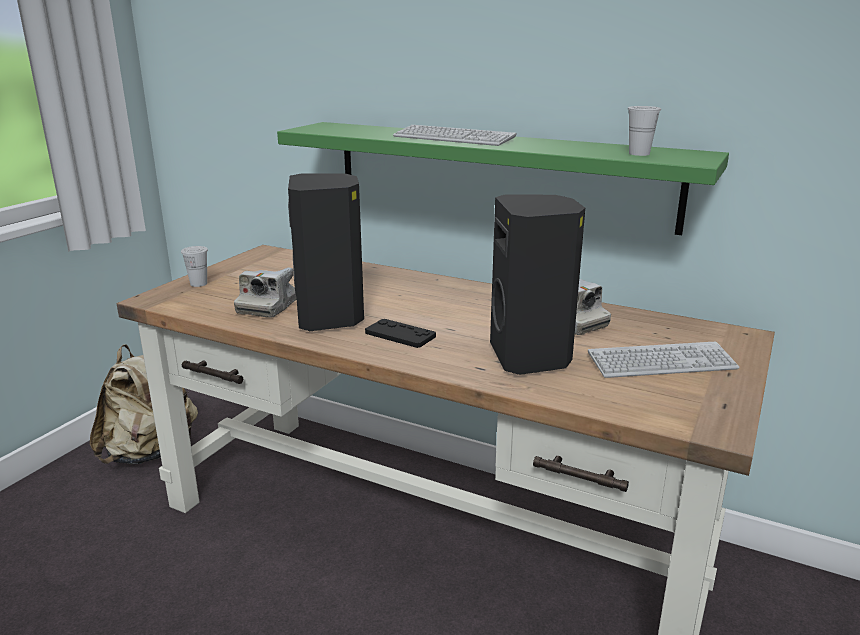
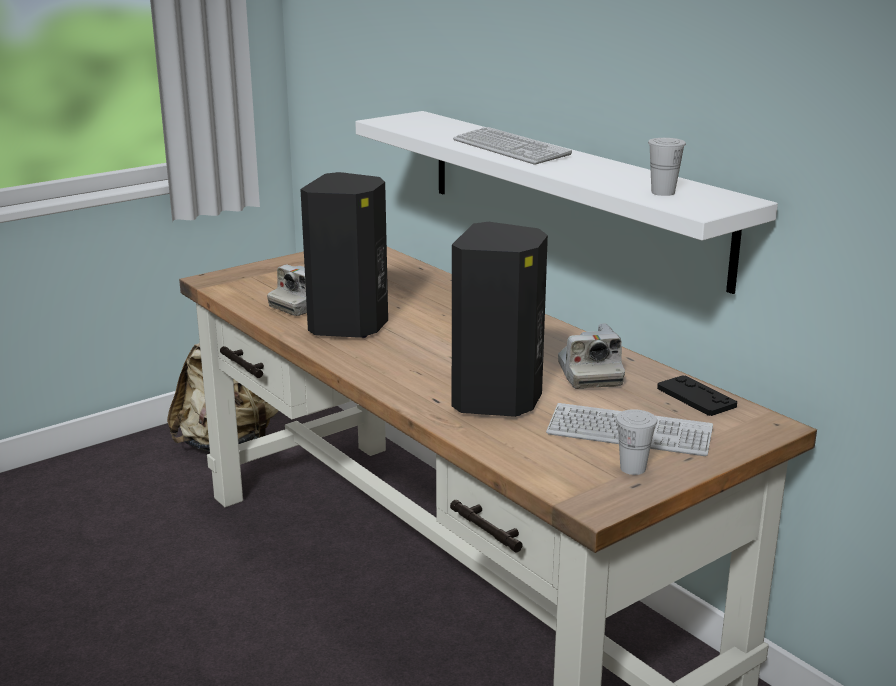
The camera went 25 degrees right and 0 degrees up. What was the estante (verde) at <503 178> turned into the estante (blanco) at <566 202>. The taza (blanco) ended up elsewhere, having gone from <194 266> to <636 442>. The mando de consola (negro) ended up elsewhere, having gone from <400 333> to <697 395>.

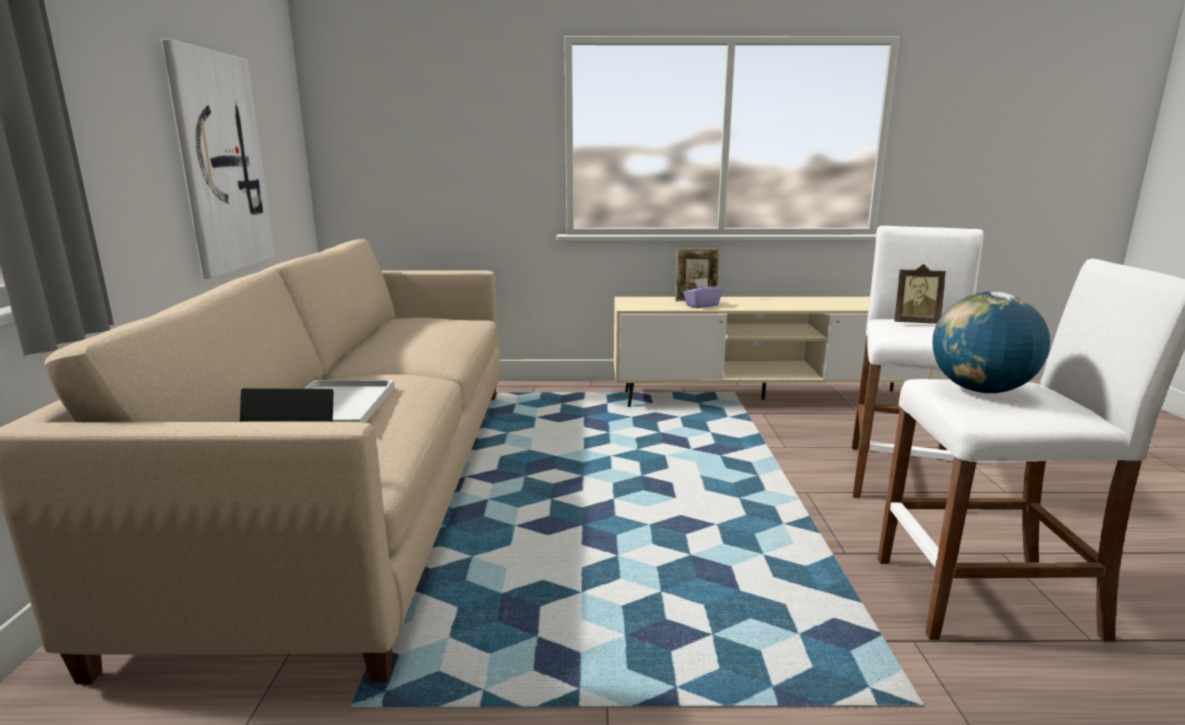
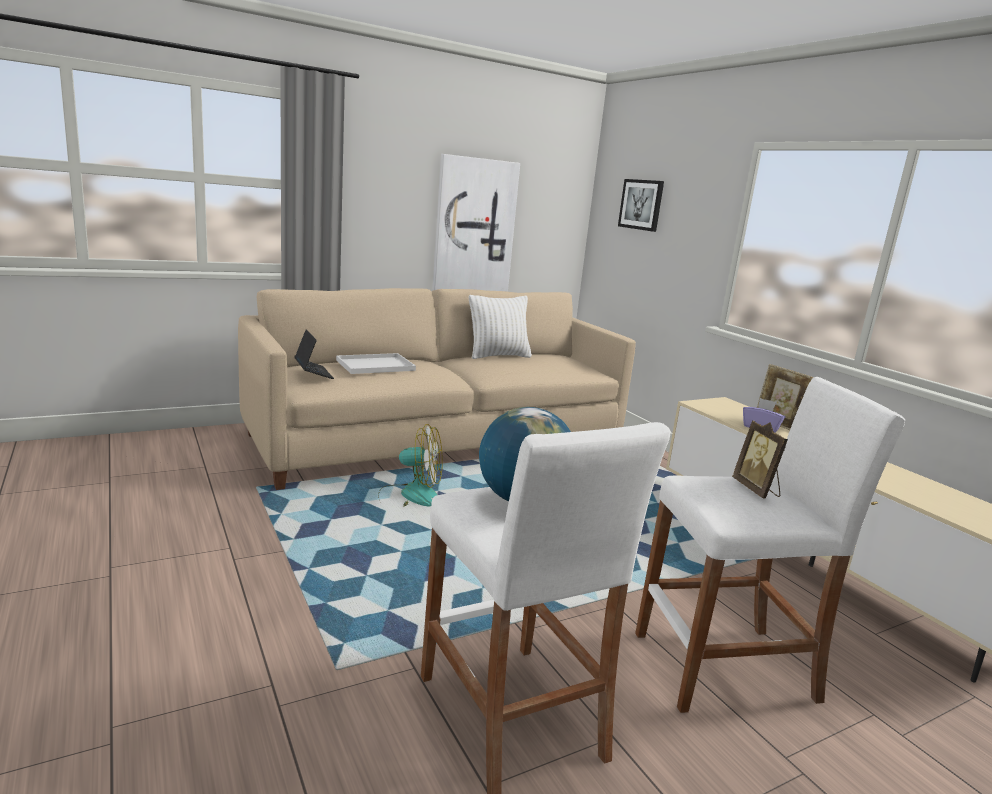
The camera went 60 degrees right and 0 degrees up. The second view gained the cuadro at <641 205>. The second view gained the cojín (blanco) at <500 327>. The second view gained the ventilador at <410 465>.

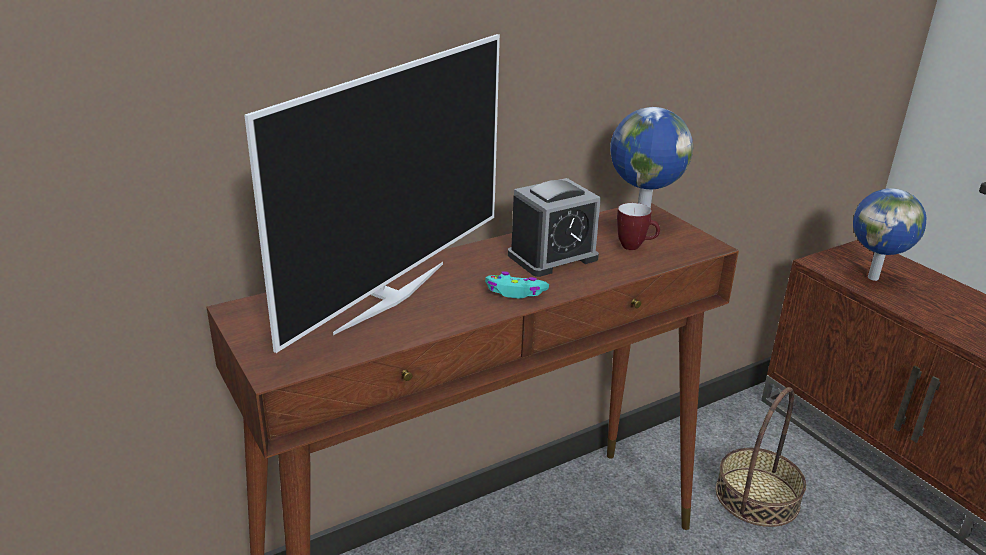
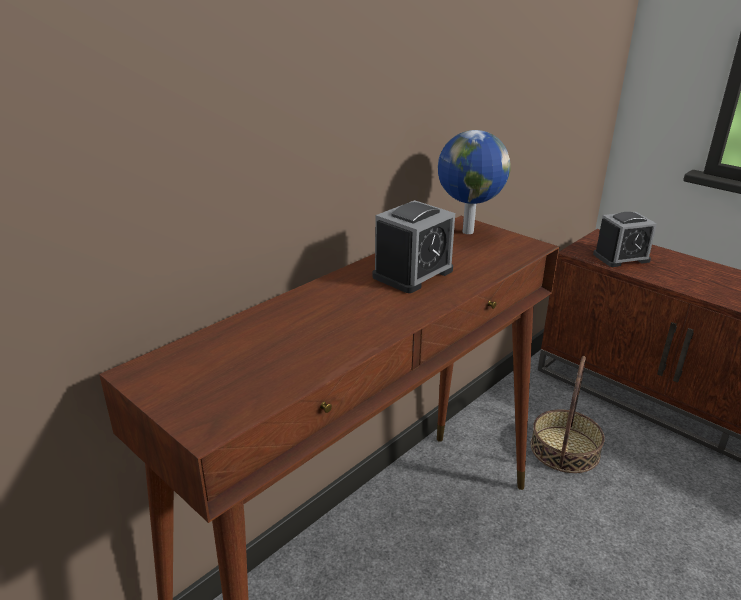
The camera went 15 degrees left and 0 degrees up. The second view lost the televisor at <372 193>. Where the globo terráqueo stood at <889 234>, the despertador came to stand at <625 239>. The second view lost the taza grande at <638 226>. The second view lost the mando de consola (turquesa) at <517 285>.

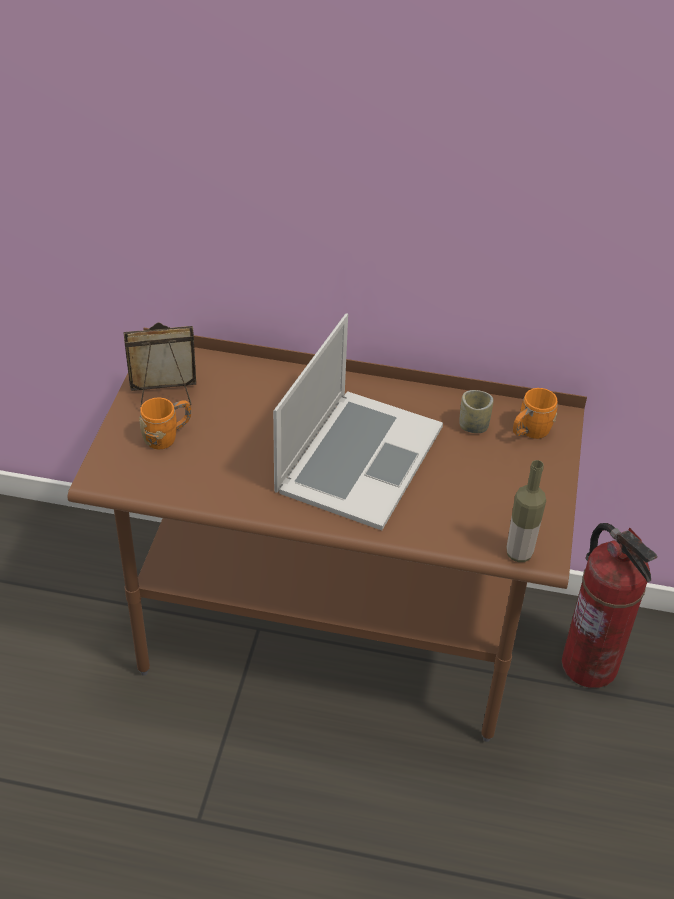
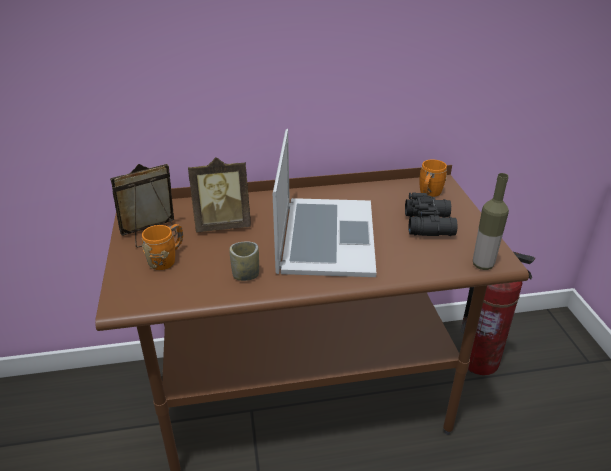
The camera went 20 degrees left and 10 degrees down. The taza ended up elsewhere, having gone from <476 411> to <244 261>. The second view gained the portarretratos at <219 194>. The second view gained the prismáticos (negro) at <431 214>.

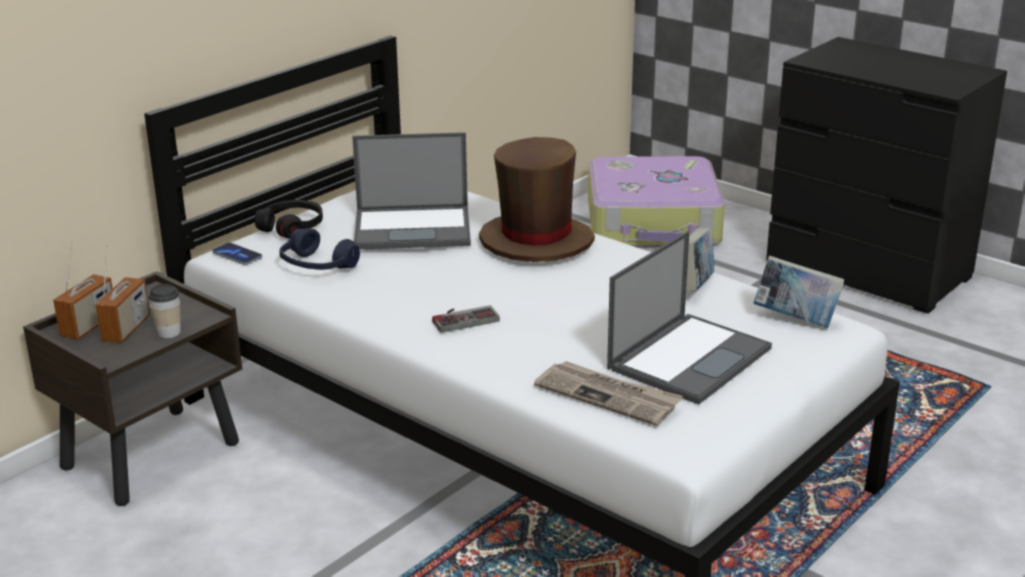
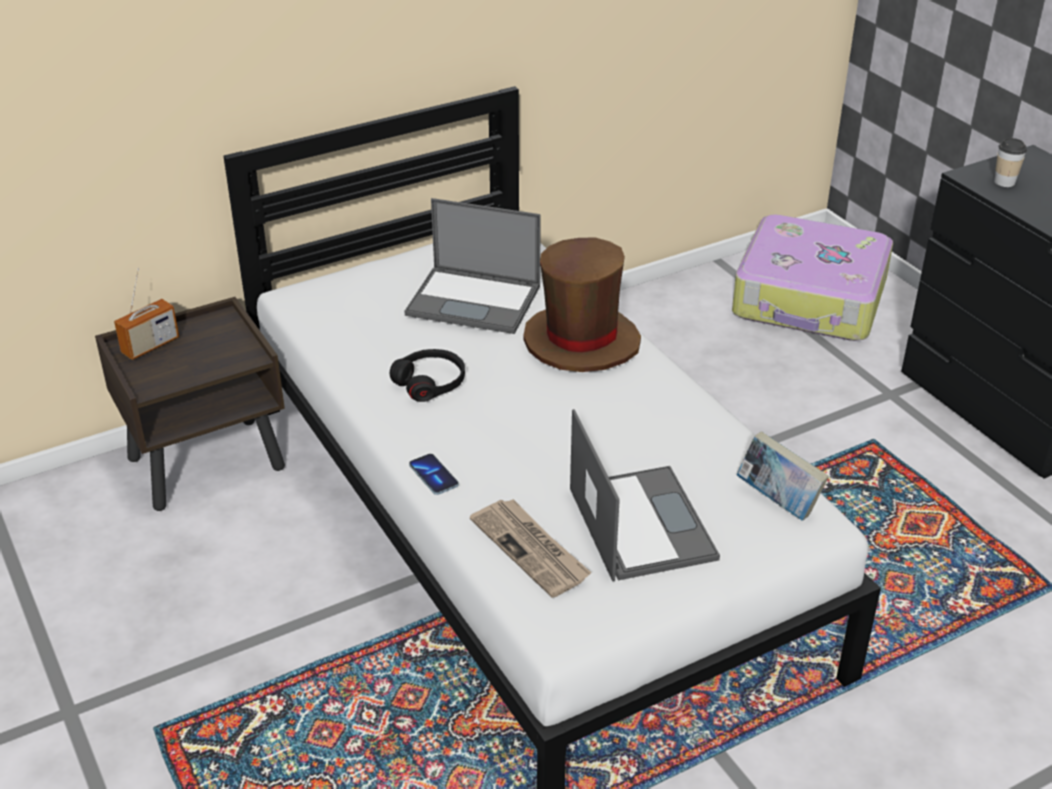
The camera went 20 degrees right and 10 degrees up. The auriculares (negro) ended up elsewhere, having gone from <289 219> to <427 375>. The second view lost the auriculares (azul) at <319 249>. The second view lost the libro at <700 260>. The portátil at <689 318> ended up facing another way, 75 degrees counterclockwise from before. The second view lost the radio at <122 293>. The móvil ended up elsewhere, having gone from <237 254> to <434 474>. The taza ended up elsewhere, having gone from <164 311> to <1010 162>. The second view lost the mando de consola at <466 319>.

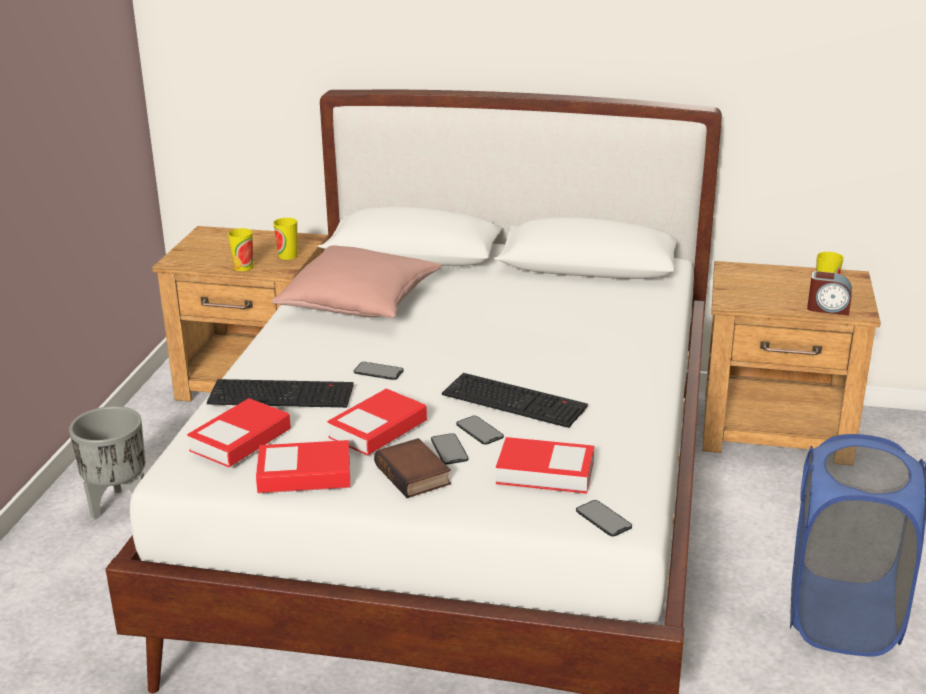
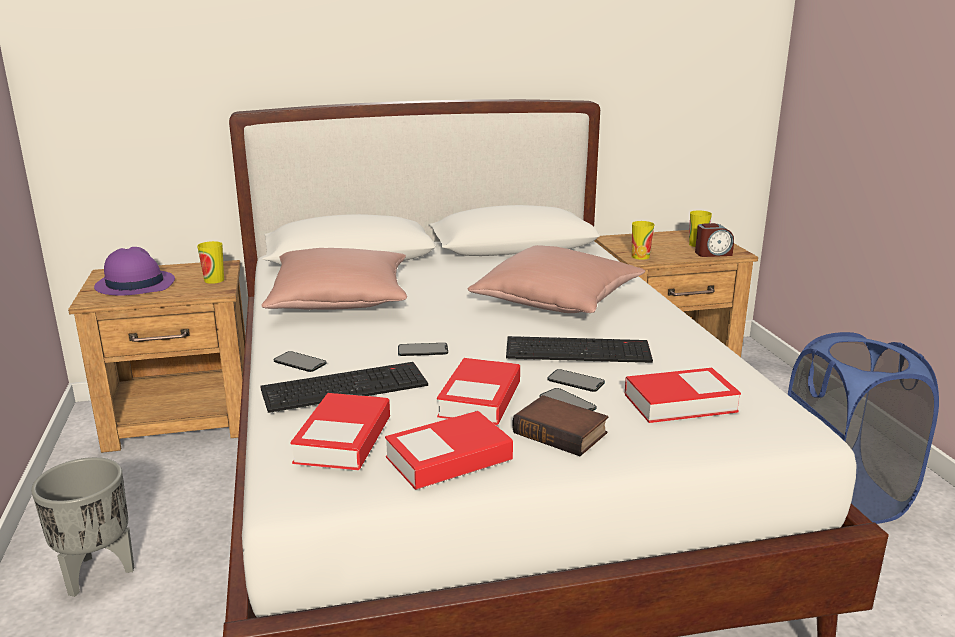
The camera went 25 degrees left and 5 degrees down. The taza ended up elsewhere, having gone from <240 249> to <643 240>. The móvil ended up elsewhere, having gone from <604 518> to <300 361>. The second view gained the cojín (rosa) at <556 279>. The second view gained the sombrero (morado) at <134 271>.

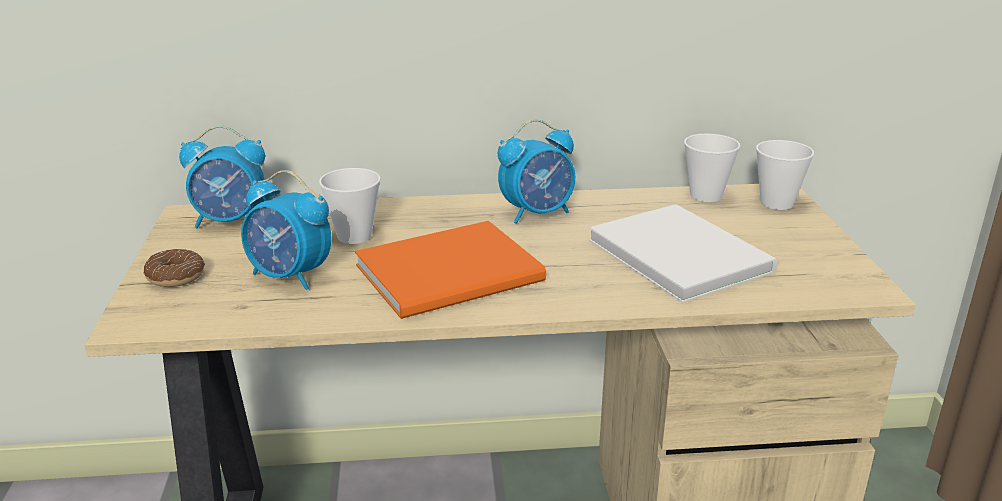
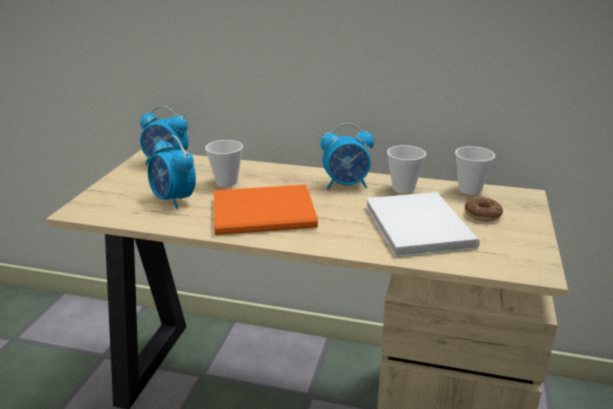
The camera went 20 degrees right and 0 degrees up. The taza ended up elsewhere, having gone from <785 175> to <406 169>. The rosquilla ended up elsewhere, having gone from <174 268> to <484 209>.

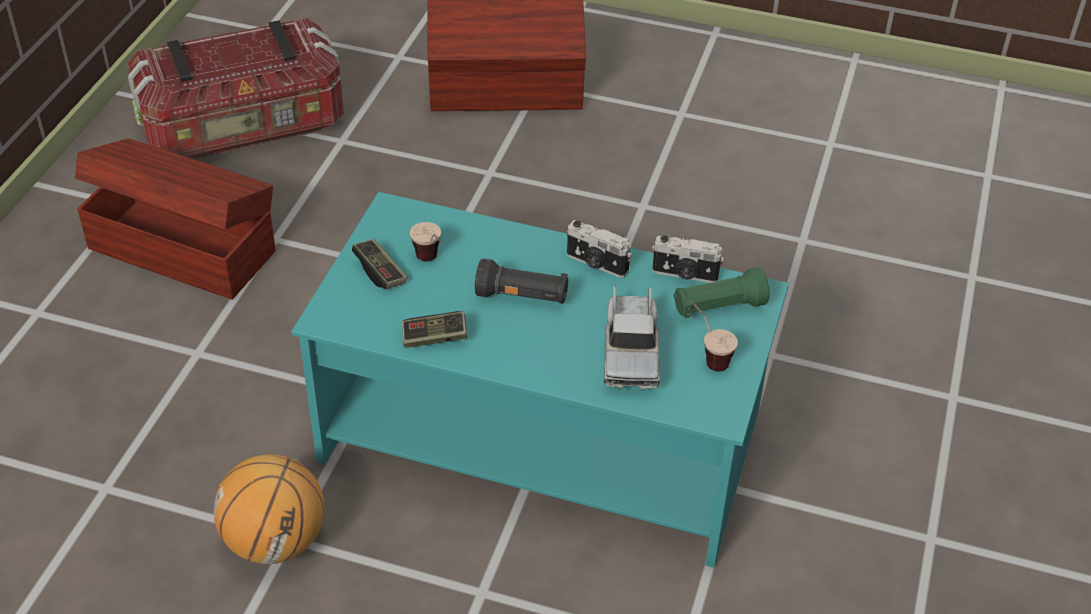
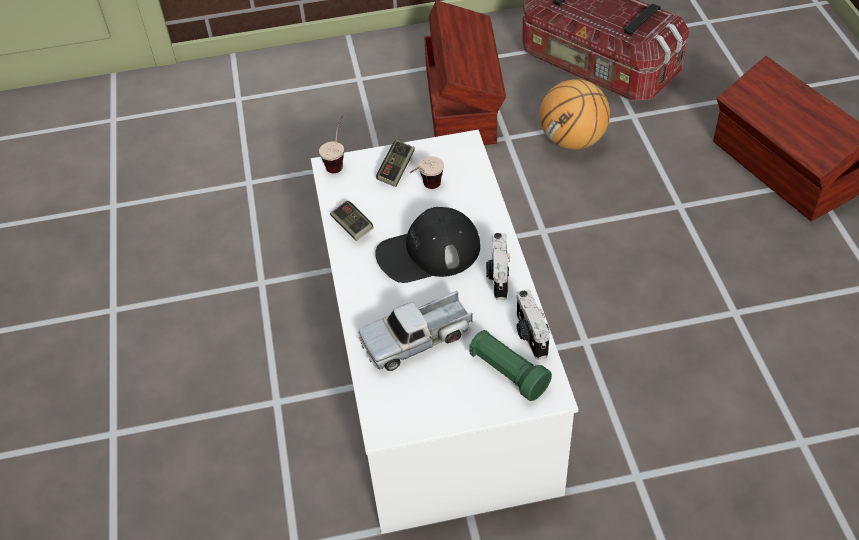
The camera went 65 degrees right and 5 degrees up. What was the mesa de centro (turquesa) at <540 380> turned into the mesa de centro (blanco) at <444 332>. Where the linterna (negro) stood at <521 281>, the gorra (negro) came to stand at <427 245>. The taza ended up elsewhere, having gone from <714 335> to <331 144>. The balón de baloncesto ended up elsewhere, having gone from <269 509> to <575 114>.

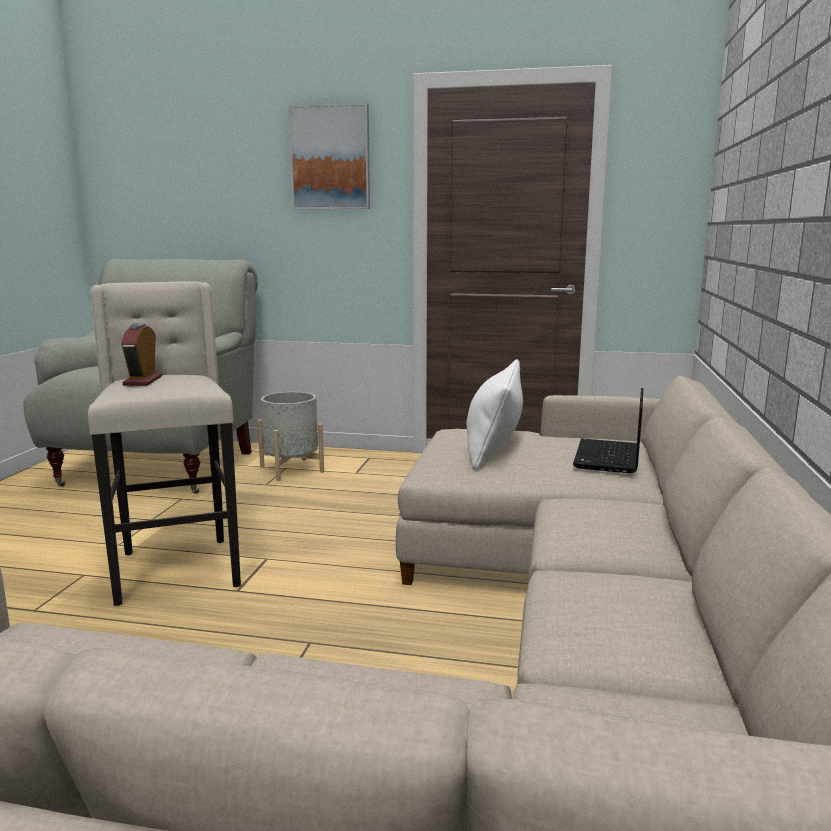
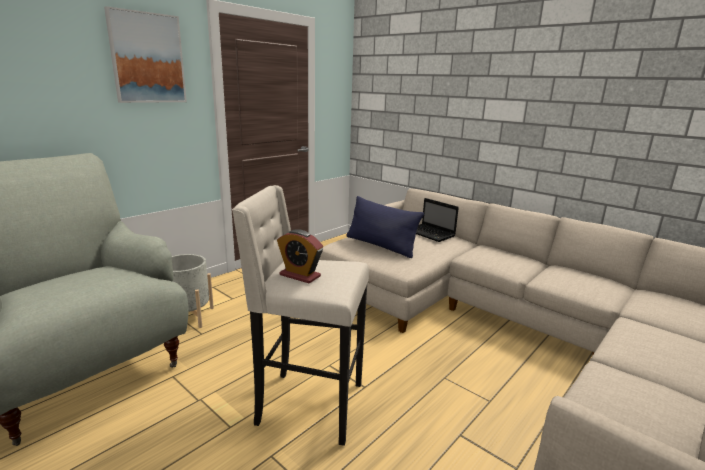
The camera went 60 degrees left and 5 degrees up. What was the cojín (blanco) at <495 414> turned into the cojín (azul) at <385 227>.

